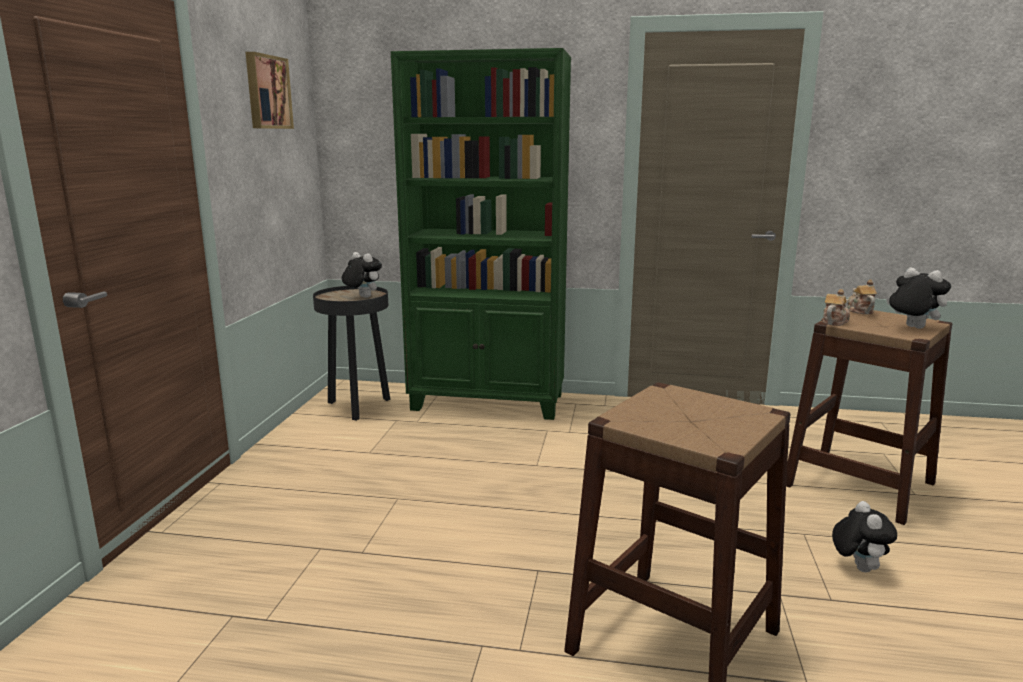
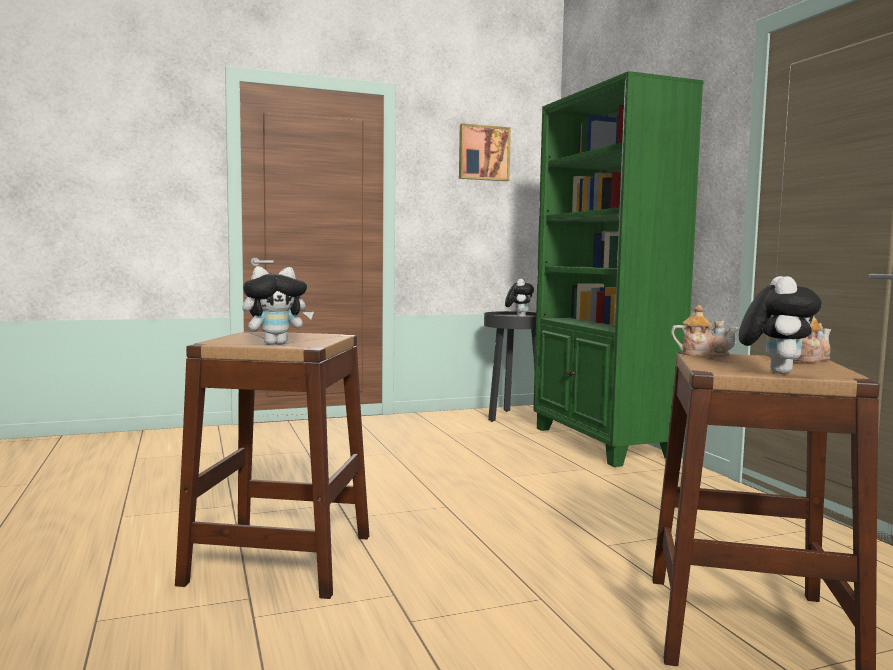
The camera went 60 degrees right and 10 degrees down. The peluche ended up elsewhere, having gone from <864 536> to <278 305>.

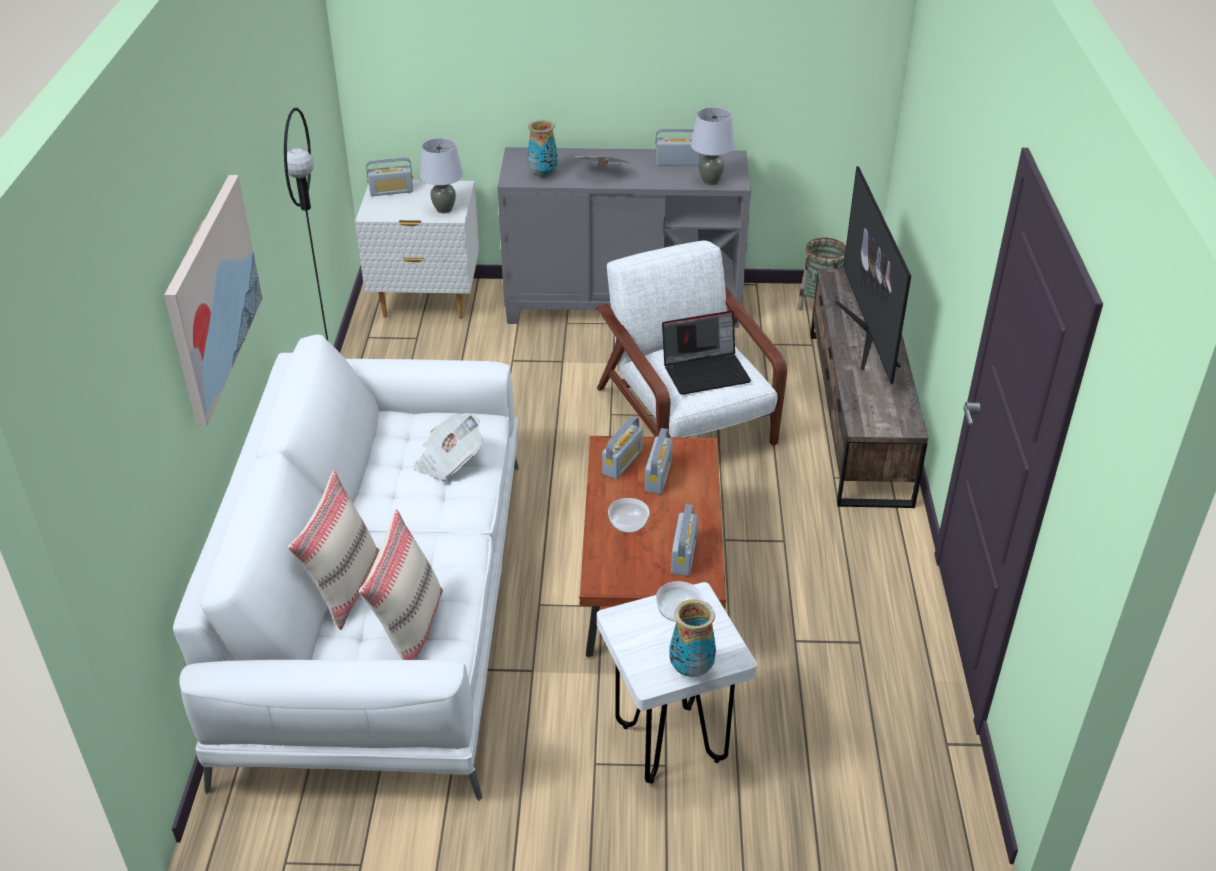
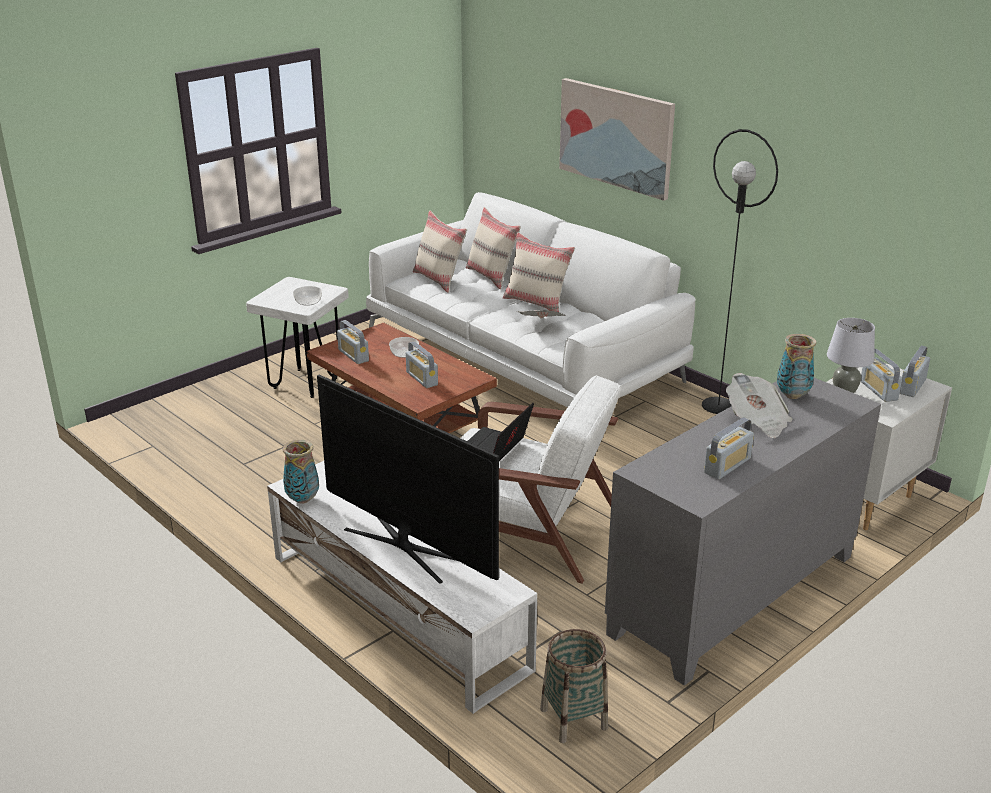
The camera went 135 degrees right and 10 degrees down. The second view lost the lámpara de mesa (gris) at <713 146>. What was the mueble de televisión (marrón) at <869 388> turned into the mueble de televisión (blanco) at <402 587>. The radio ended up elsewhere, having gone from <622 447> to <881 375>. The florero ended up elsewhere, having gone from <692 638> to <300 472>. The second view gained the cojín (beis) at <539 272>.

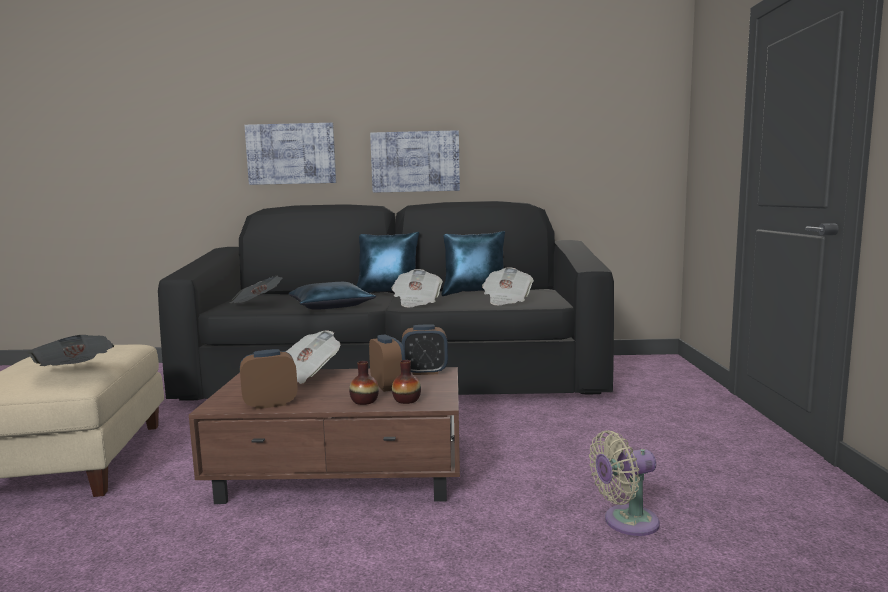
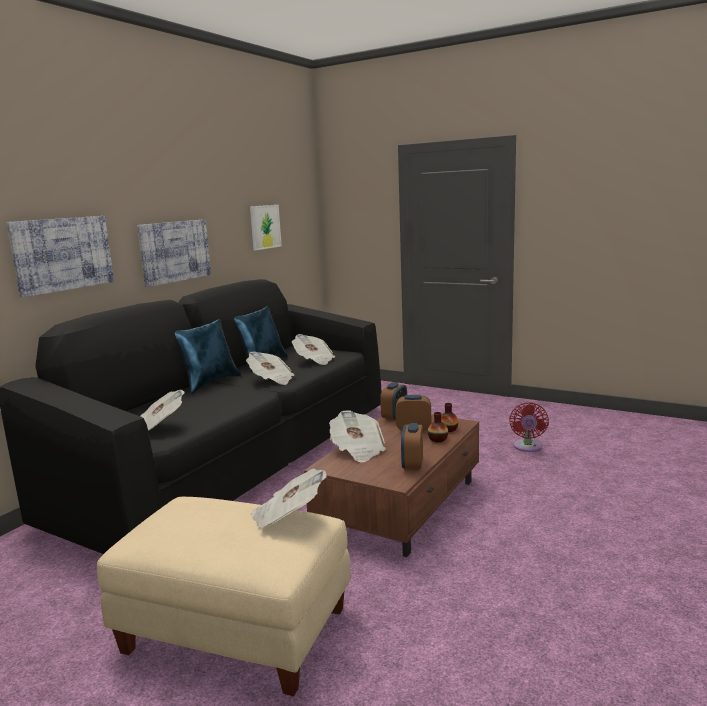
The camera went 60 degrees left and 5 degrees up. The second view lost the cojín (azul) at <332 296>. What was the ventilador (beis) at <624 483> turned into the ventilador (rojo) at <529 427>. The second view gained the cuadro at <266 227>.

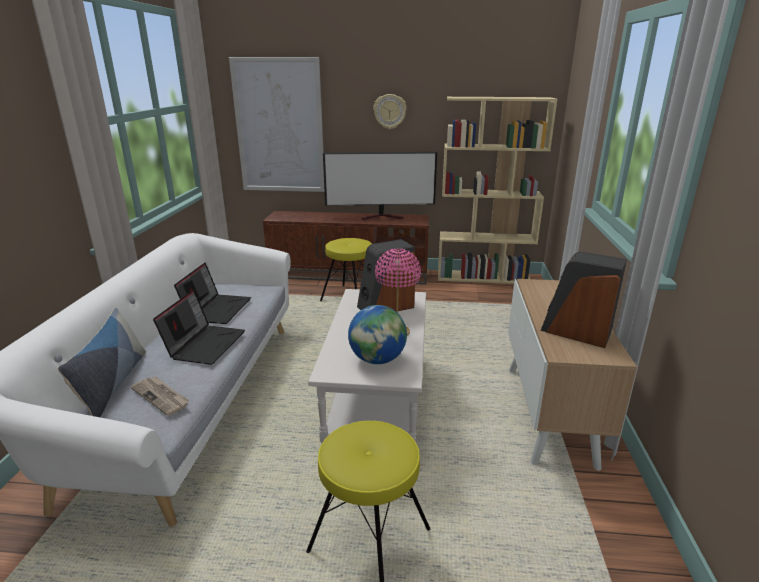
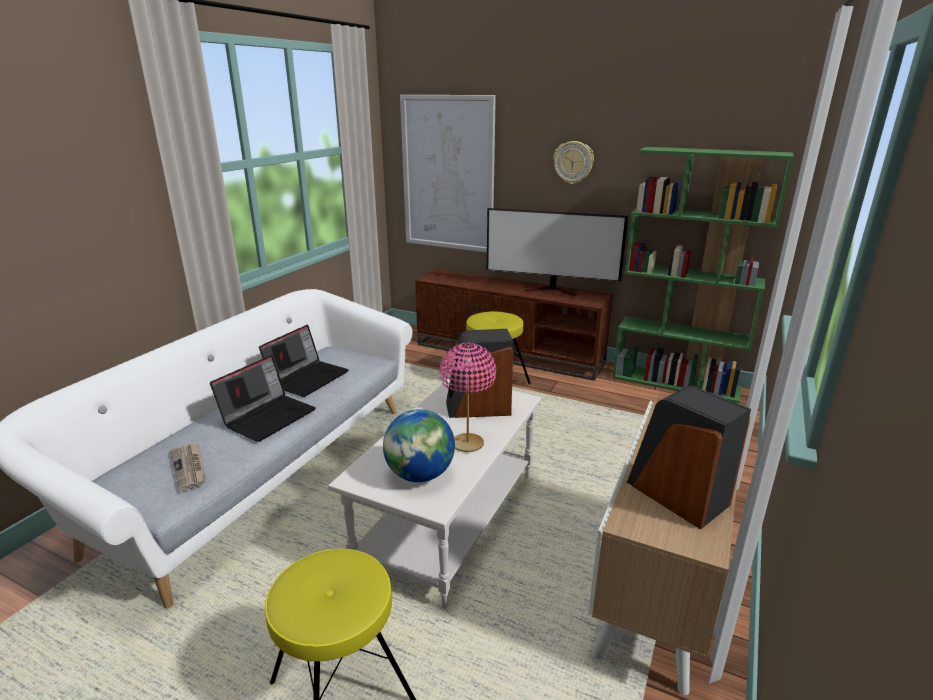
The camera went 20 degrees right and 0 degrees up. What was the estantería (beis) at <498 190> turned into the estantería (verde) at <703 275>. The second view lost the cojín at <102 362>.

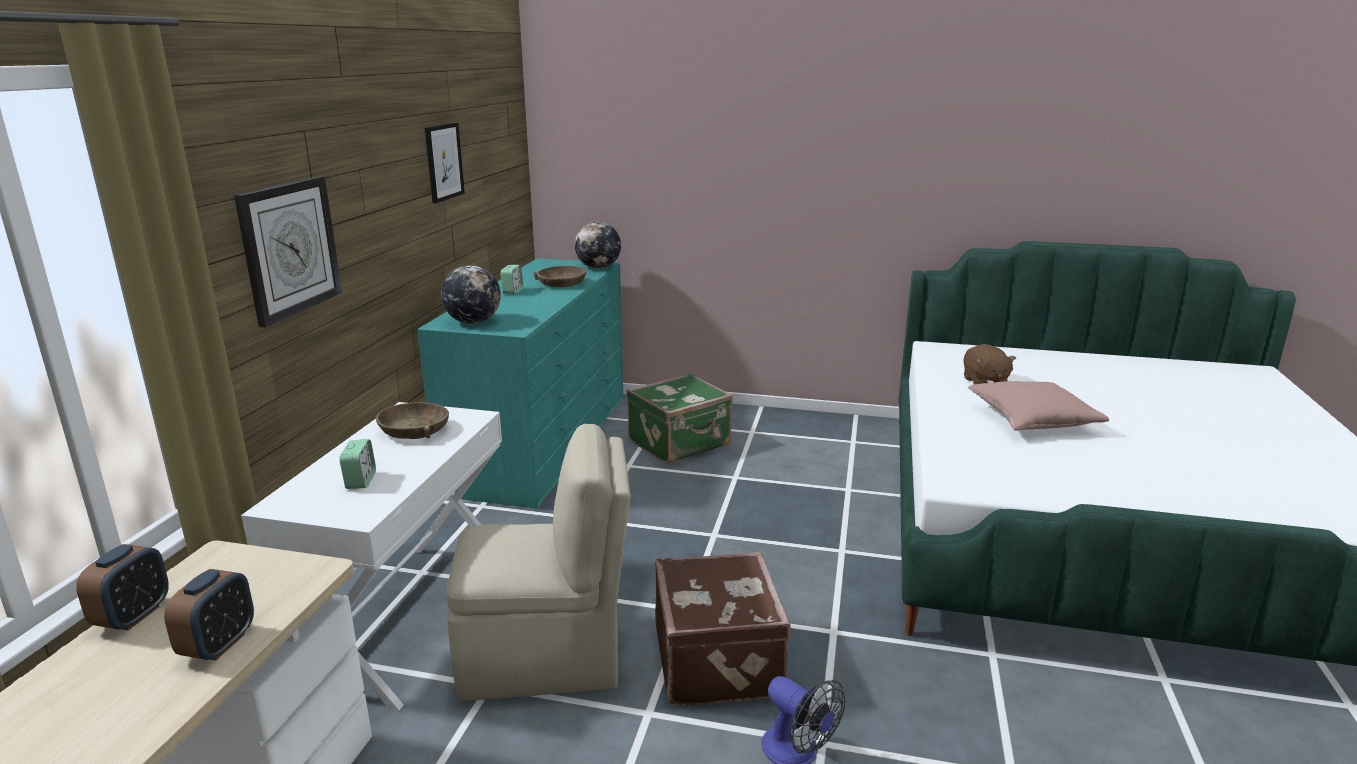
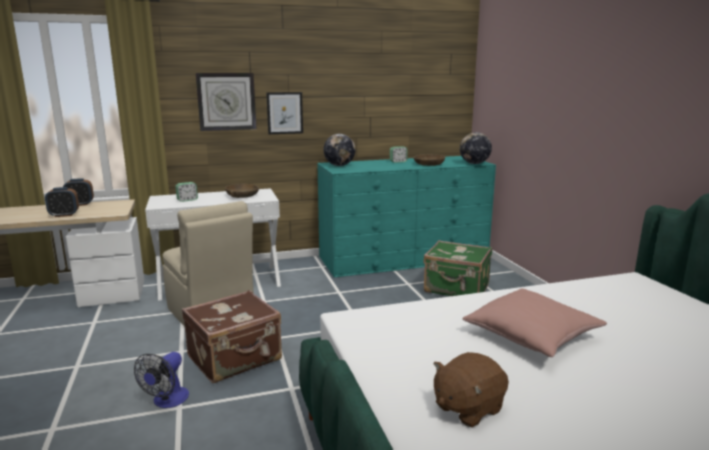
The camera went 60 degrees right and 5 degrees down. The cuadro ended up elsewhere, having gone from <445 162> to <284 113>. The peluche (marrón) ended up elsewhere, having gone from <989 364> to <471 389>.

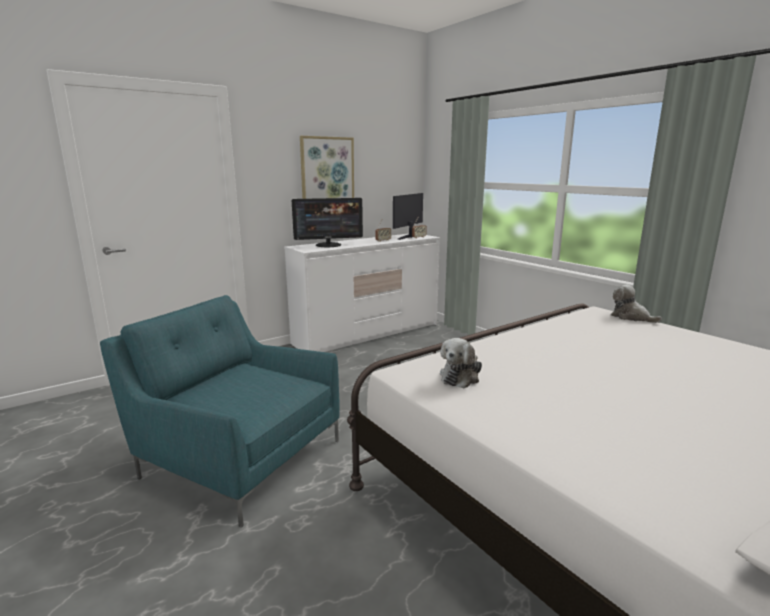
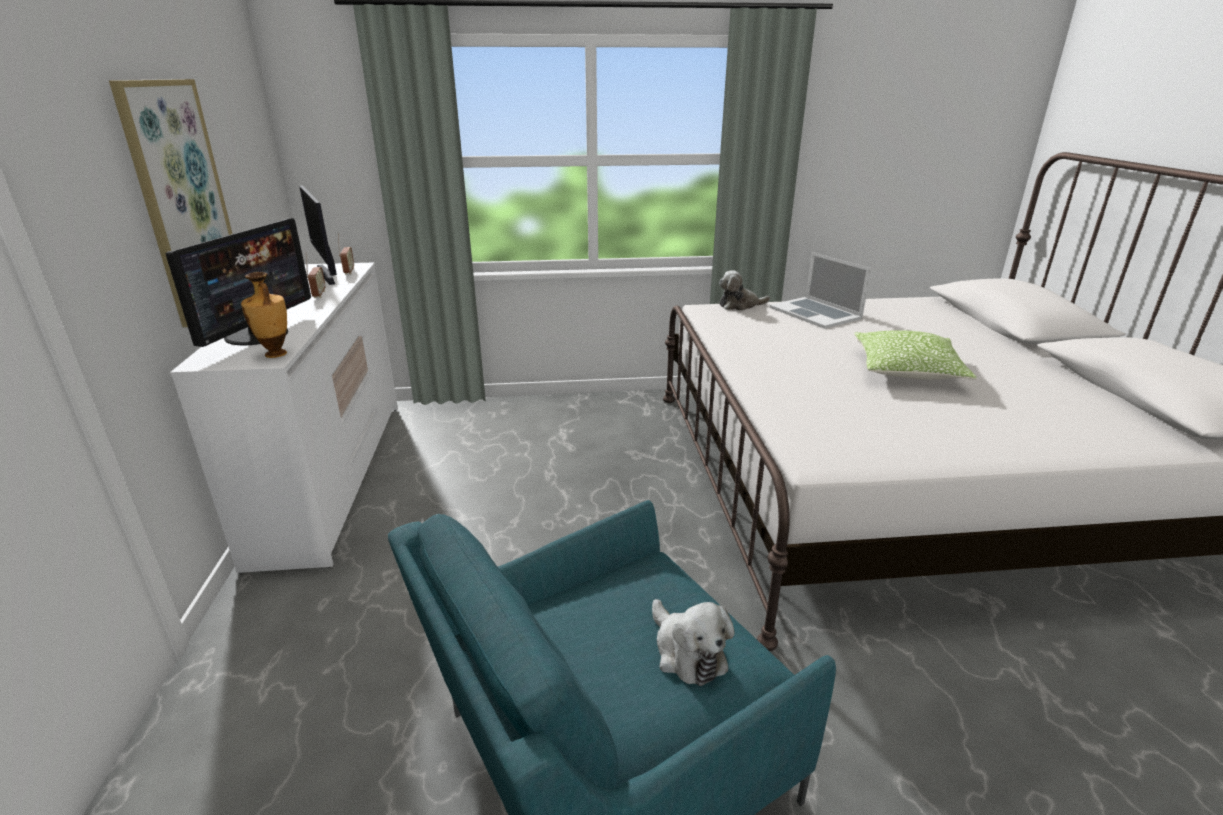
The camera went 60 degrees left and 10 degrees up. The peluche ended up elsewhere, having gone from <461 363> to <693 642>. The second view gained the portátil at <820 290>. The second view gained the florero at <264 315>. The second view gained the cojín at <915 355>.

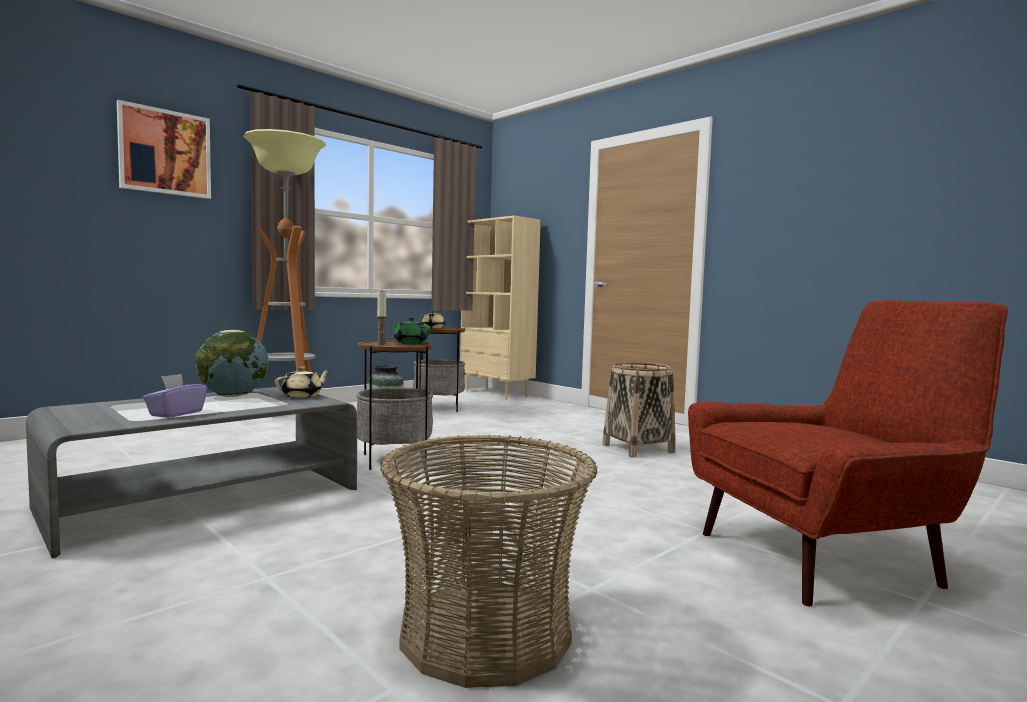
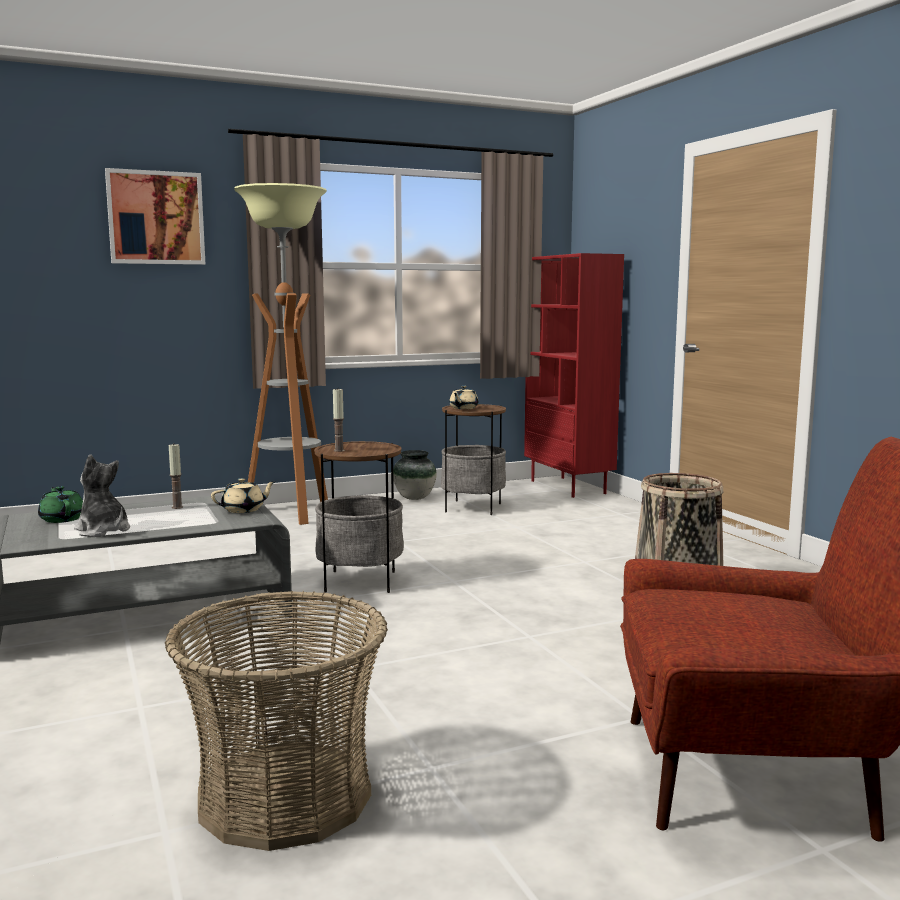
The camera went 20 degrees right and 5 degrees up. What was the estantería (beis) at <500 307> turned into the estantería (rojo) at <574 375>. The tetera (verde) ended up elsewhere, having gone from <410 330> to <60 504>. Where the globo terráqueo stood at <232 363>, the vela came to stand at <176 476>. Where the caja de pañuelos (morado) stood at <175 396>, the peluche came to stand at <102 495>.

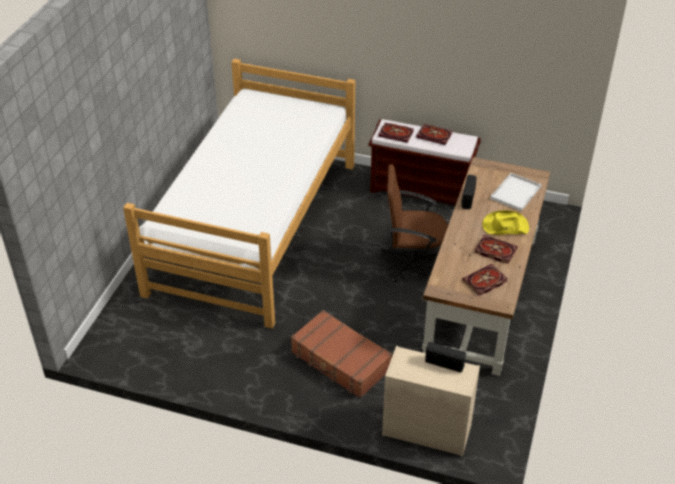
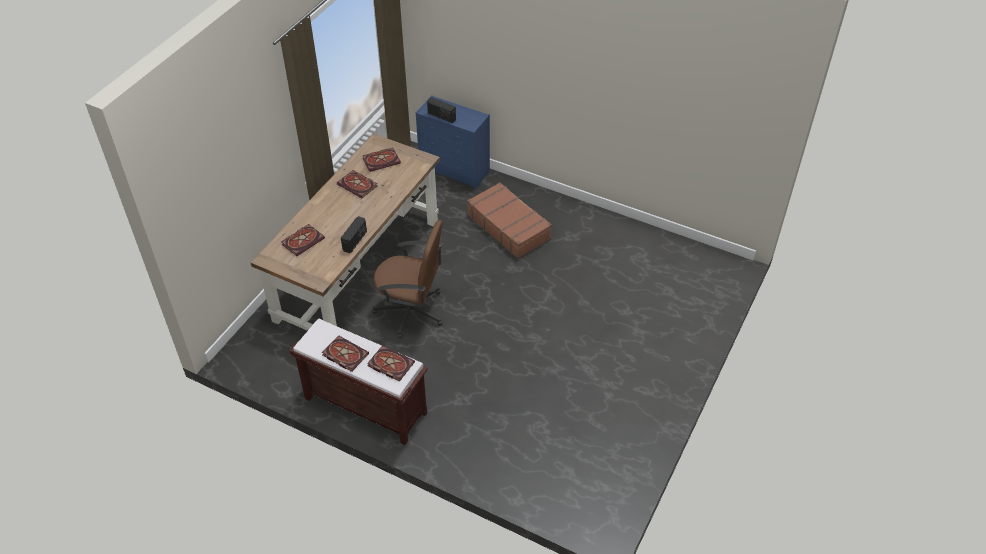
The camera went 170 degrees left and 5 degrees up. The second view lost the cama at <239 194>. Where the bandeja (blanco) stood at <516 192>, the libro came to stand at <303 240>. The second view lost the sombrero (amarillo) at <505 222>. What was the cómoda (beis) at <431 401> turned into the cómoda (azul) at <453 142>.

